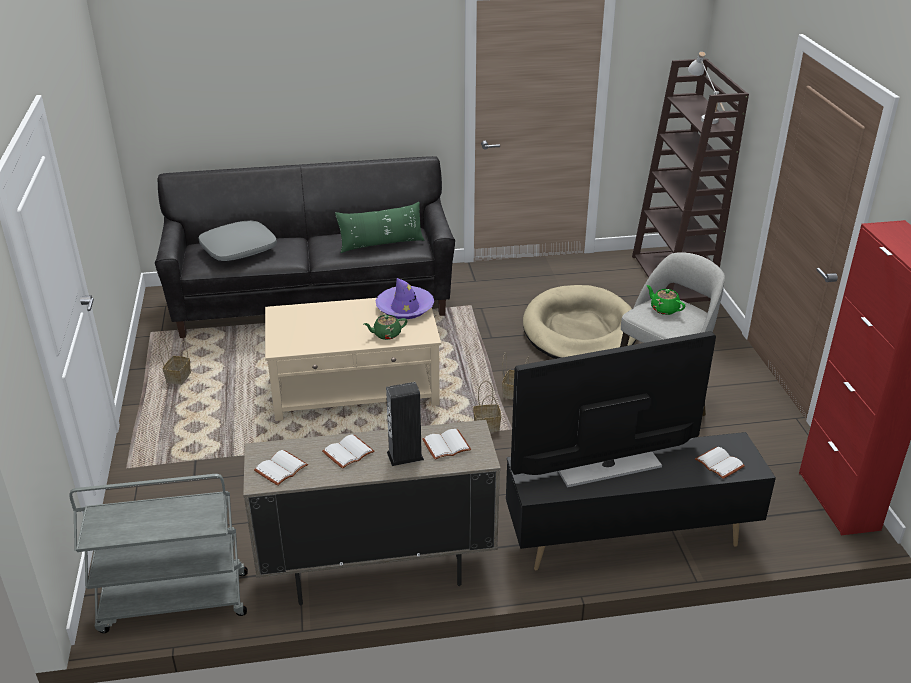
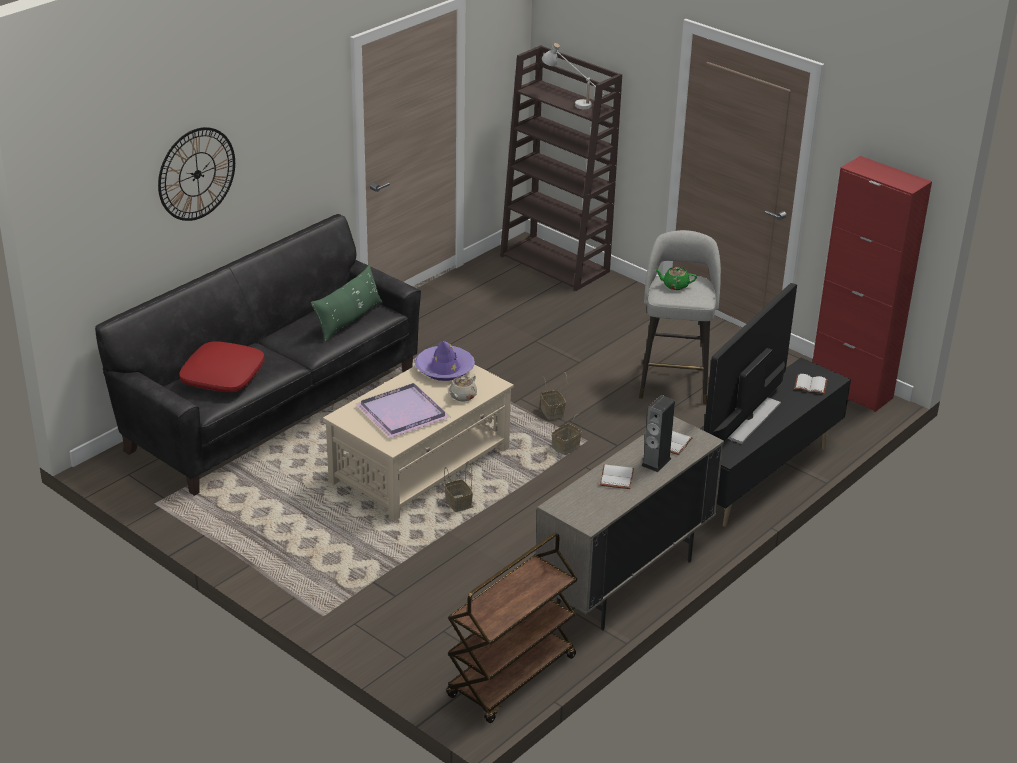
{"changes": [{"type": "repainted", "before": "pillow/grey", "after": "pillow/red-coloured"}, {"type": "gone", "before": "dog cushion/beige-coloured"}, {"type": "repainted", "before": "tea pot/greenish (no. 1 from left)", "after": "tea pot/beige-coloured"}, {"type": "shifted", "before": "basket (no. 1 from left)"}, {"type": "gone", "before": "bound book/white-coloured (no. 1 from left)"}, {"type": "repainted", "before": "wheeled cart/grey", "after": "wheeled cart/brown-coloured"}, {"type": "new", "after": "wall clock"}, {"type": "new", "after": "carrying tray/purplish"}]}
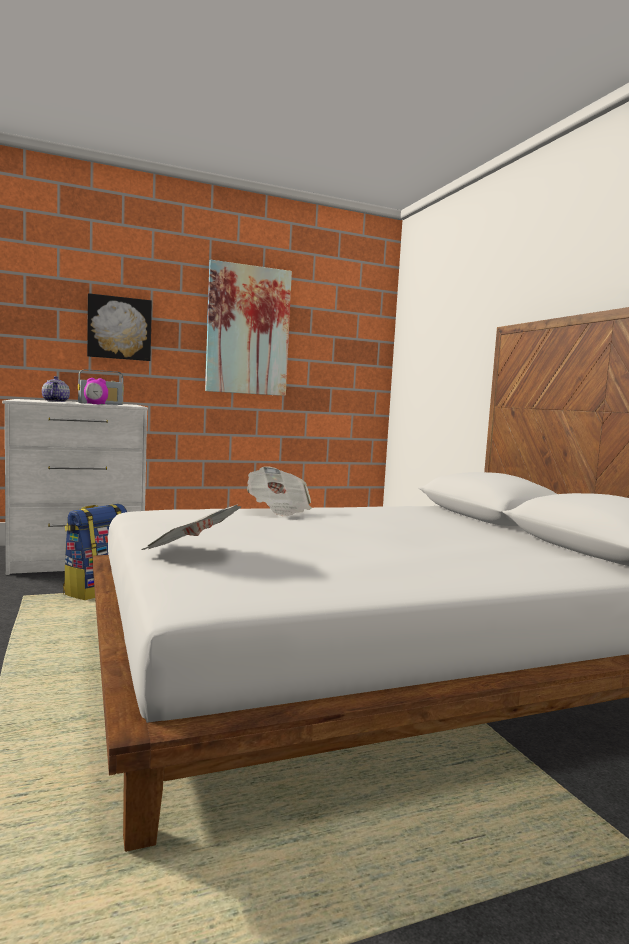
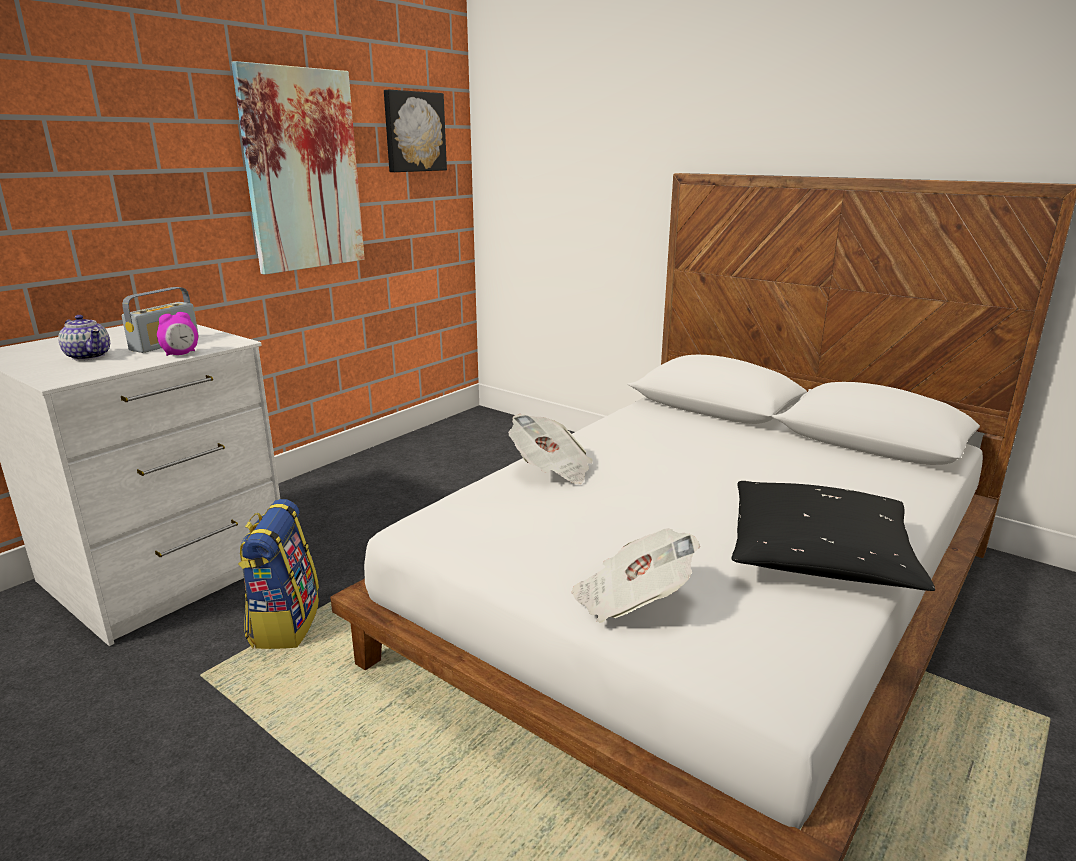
{"changes": [{"type": "shifted", "before": "picture (no. 1 from left in the first image)", "after": "picture (no. 2 from left)"}, {"type": "new", "after": "pillow/blackish"}]}
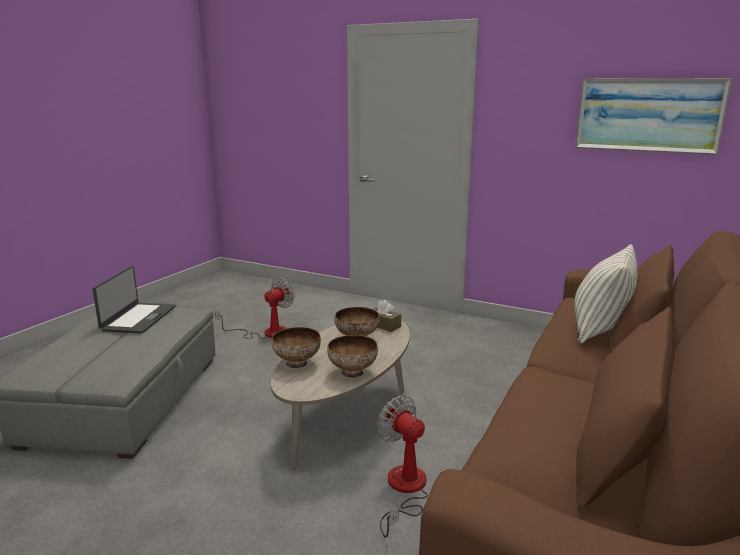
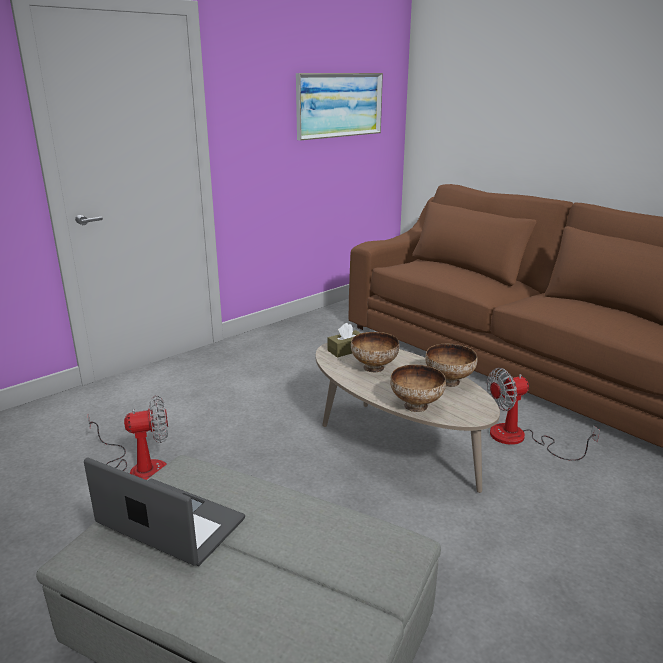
{"changes": [{"type": "gone", "before": "pillow"}, {"type": "rotated", "before": "fan (no. 1 from left)", "turn": 105}]}
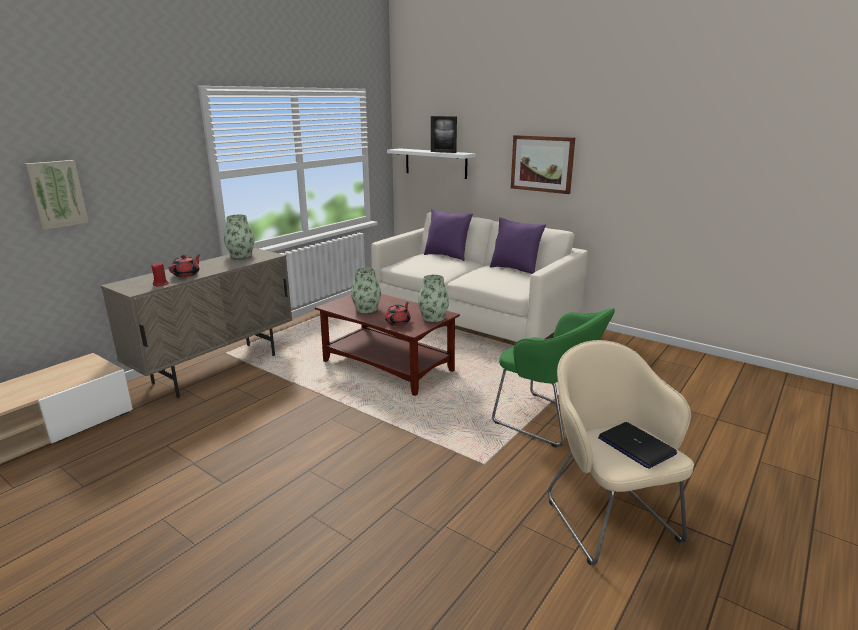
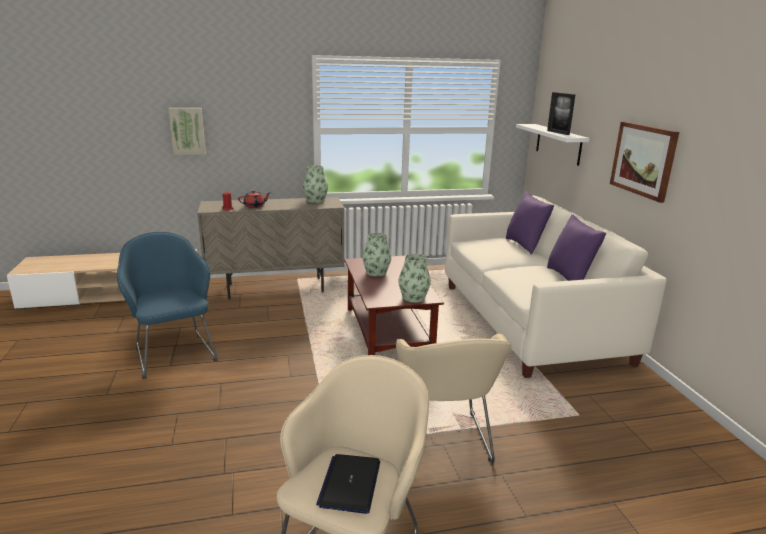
{"changes": [{"type": "gone", "before": "tea pot/red-coloured (no. 2 from left)"}, {"type": "repainted", "before": "armchair/greenish", "after": "armchair/beige-coloured (no. 2 from left)"}, {"type": "new", "after": "armchair/blue-coloured"}]}
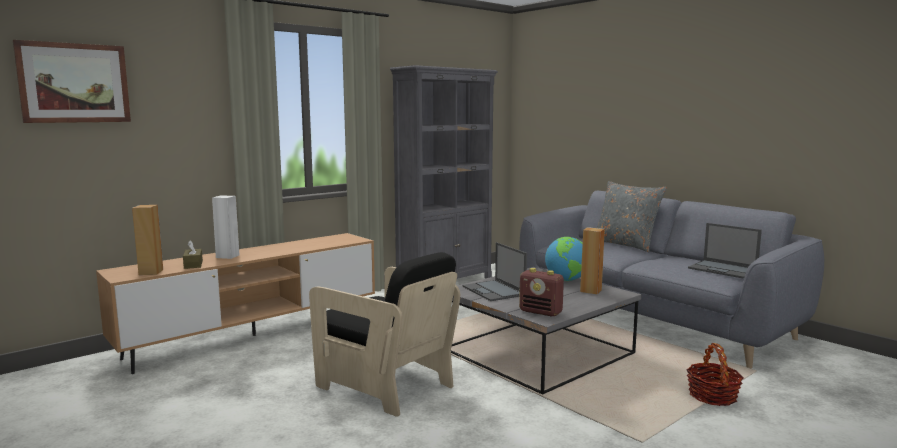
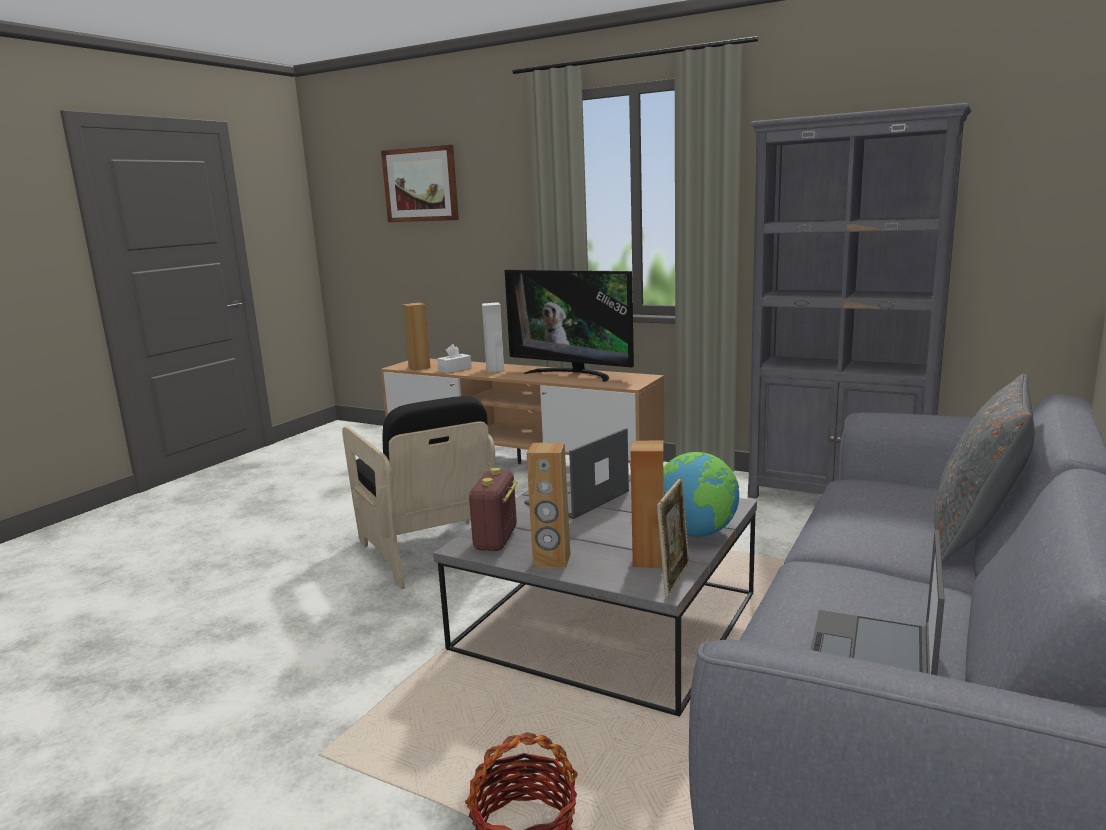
{"changes": [{"type": "repainted", "before": "tissue box/brown-coloured", "after": "tissue box/white-coloured"}, {"type": "rotated", "before": "armchair/blackish", "turn": -45}, {"type": "new", "after": "television"}, {"type": "new", "after": "speaker/brown-coloured (no. 2 from left)"}, {"type": "new", "after": "picture frame"}]}
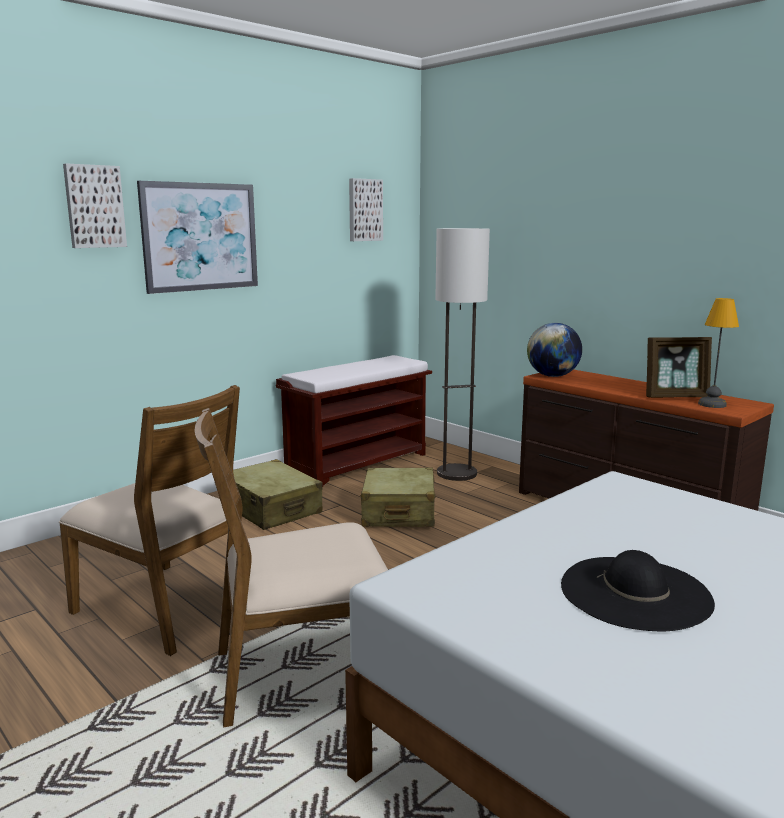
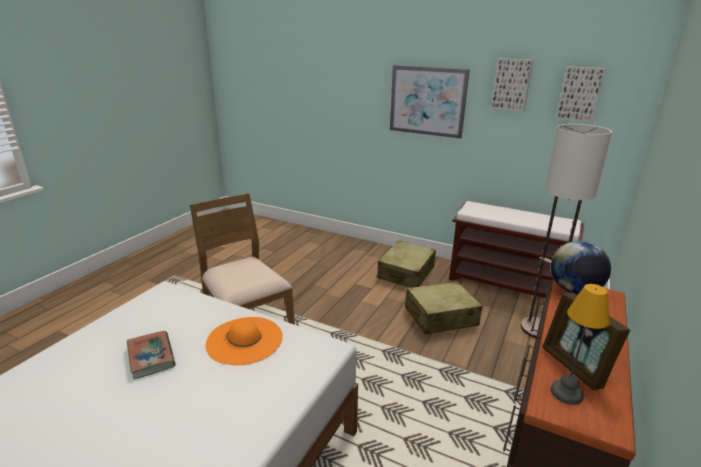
{"changes": [{"type": "shifted", "before": "picture (no. 1 from left in the first image)", "after": "picture (no. 2 from left)"}, {"type": "gone", "before": "plain chair/brown-coloured (no. 1 from left)"}, {"type": "swapped", "before": "clothing hat/blackish", "after": "bound book"}, {"type": "new", "after": "clothing hat/orange-coloured"}]}
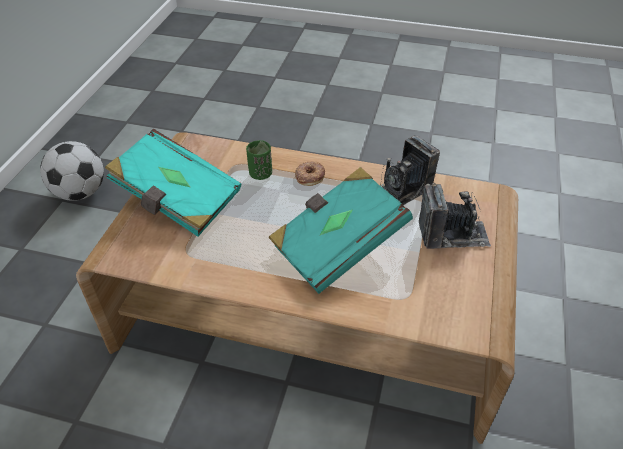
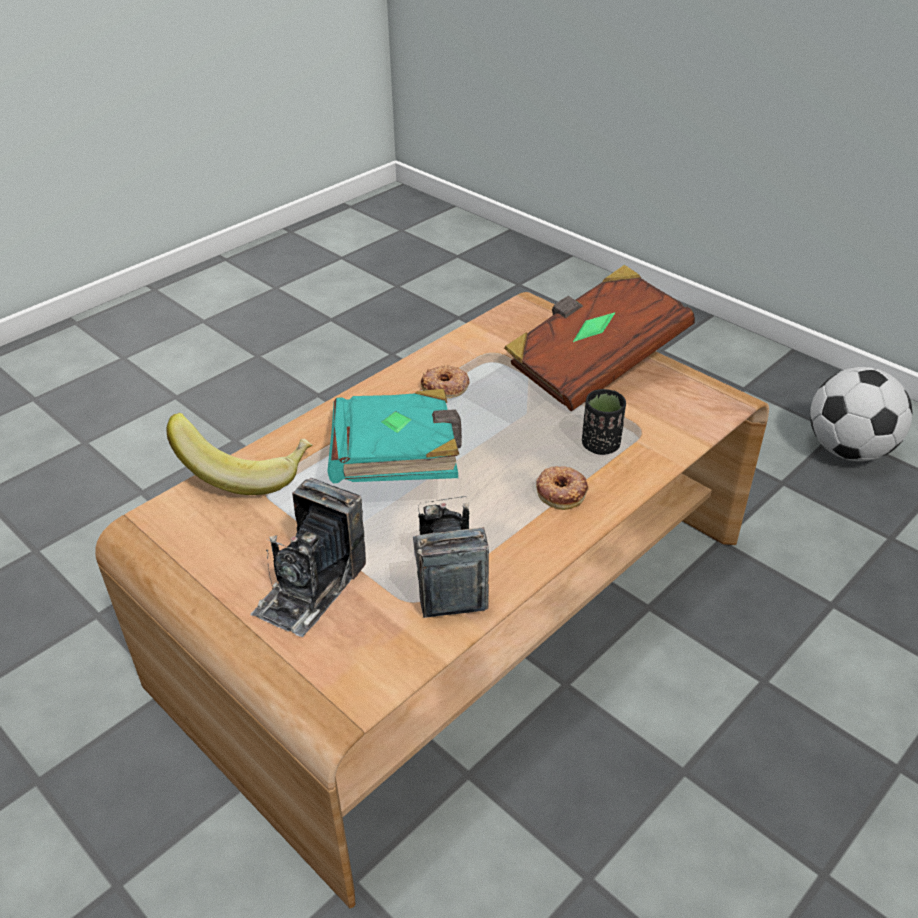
{"changes": [{"type": "repainted", "before": "bound book/turquoise (no. 1 from left)", "after": "bound book/brown-coloured"}, {"type": "repainted", "before": "cup/greenish", "after": "cup/blackish"}, {"type": "new", "after": "ring doughnut (no. 1 from left)"}, {"type": "new", "after": "whole banana"}]}
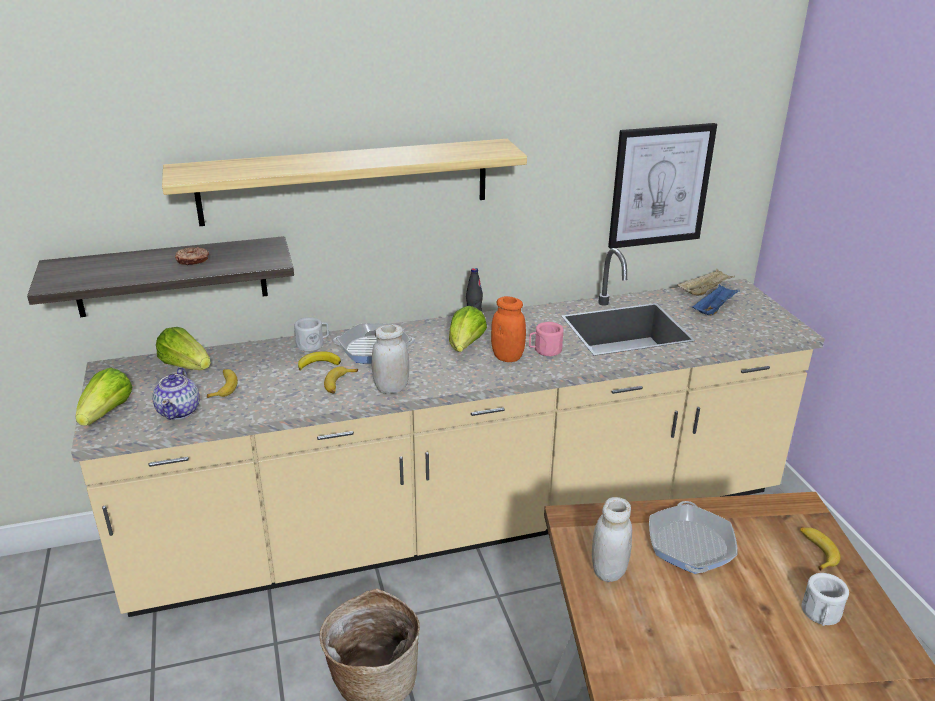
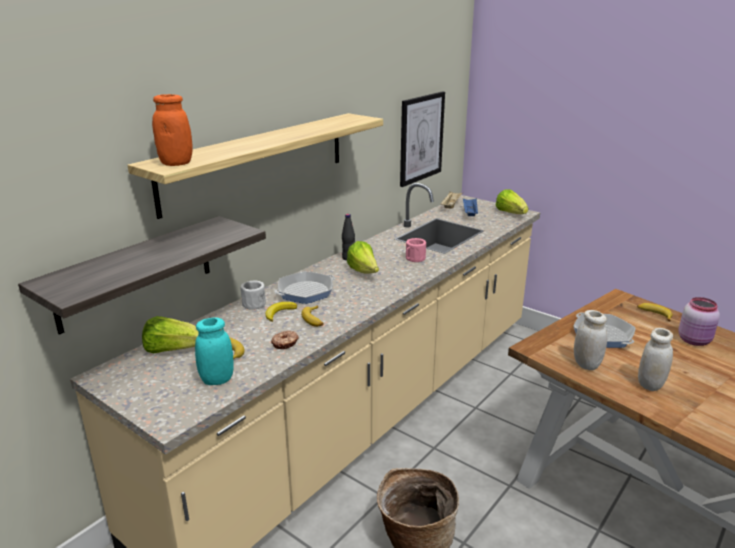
{"changes": [{"type": "shifted", "before": "ring doughnut"}, {"type": "shifted", "before": "jar/orange-coloured"}, {"type": "shifted", "before": "jar/white-coloured (no. 1 from left in the first image)", "after": "jar/white-coloured (no. 2 from left)"}, {"type": "shifted", "before": "lettuce head (no. 1 from left in the first image)", "after": "lettuce head (no. 3 from left)"}, {"type": "swapped", "before": "tea pot", "after": "jar/turquoise"}, {"type": "swapped", "before": "coffee mug/white-coloured (no. 2 from left)", "after": "jar/pink"}]}
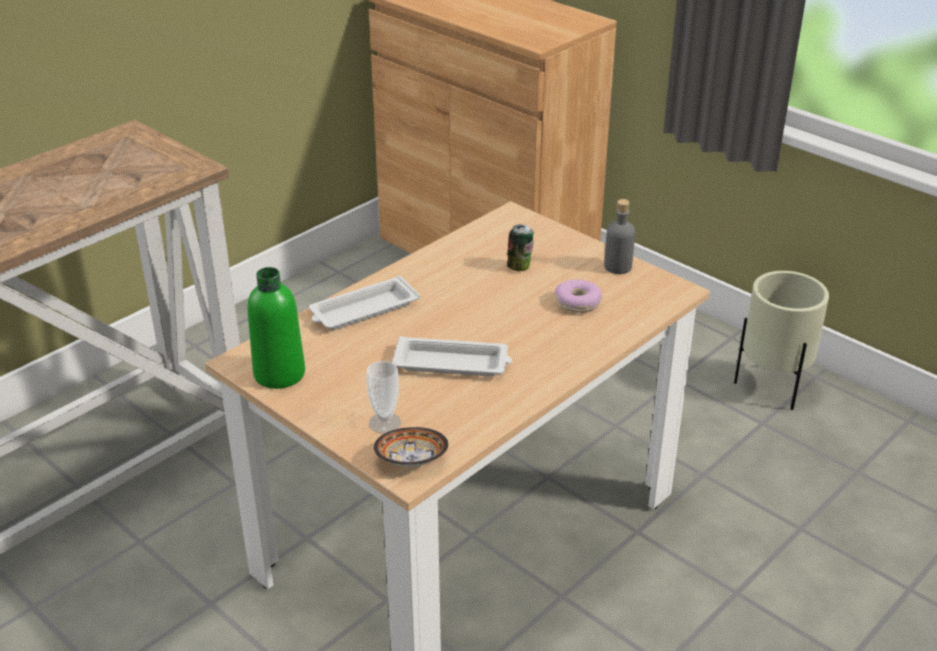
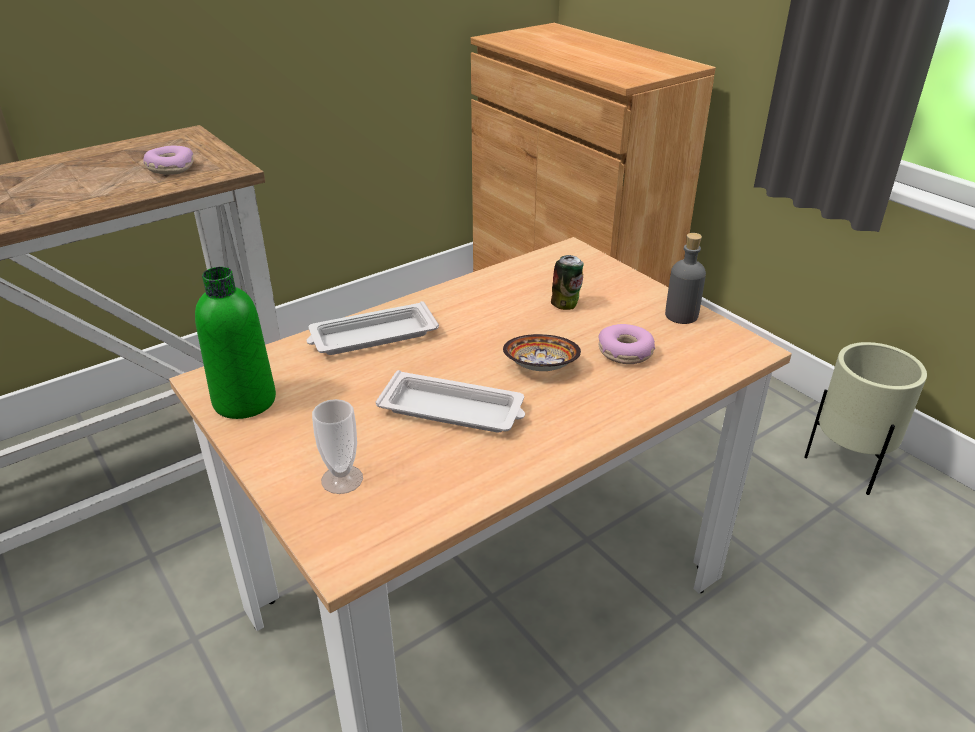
{"changes": [{"type": "shifted", "before": "deep dish"}, {"type": "new", "after": "ring doughnut (no. 1 from left)"}]}
